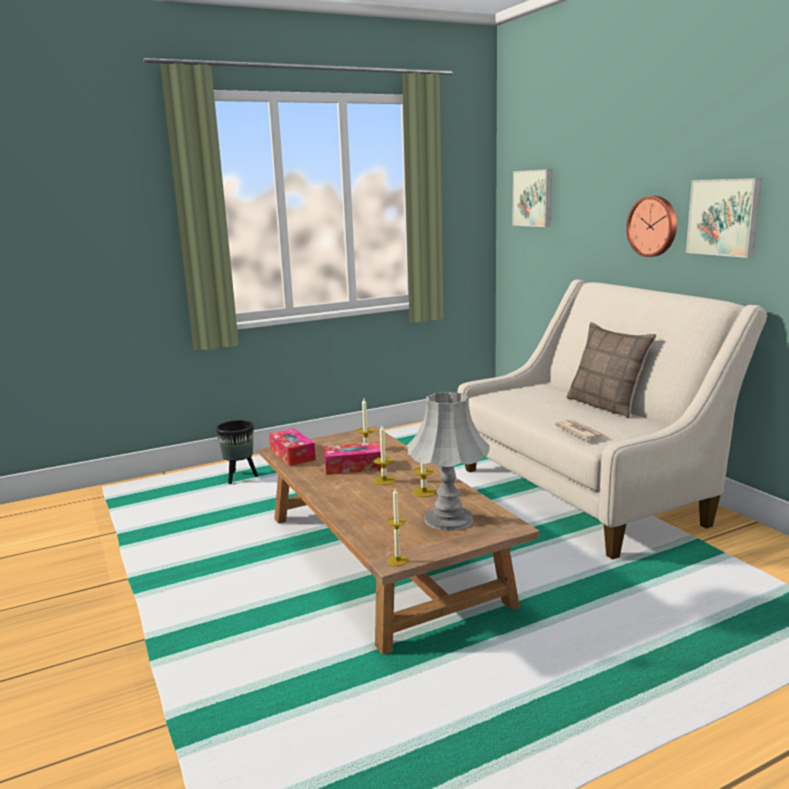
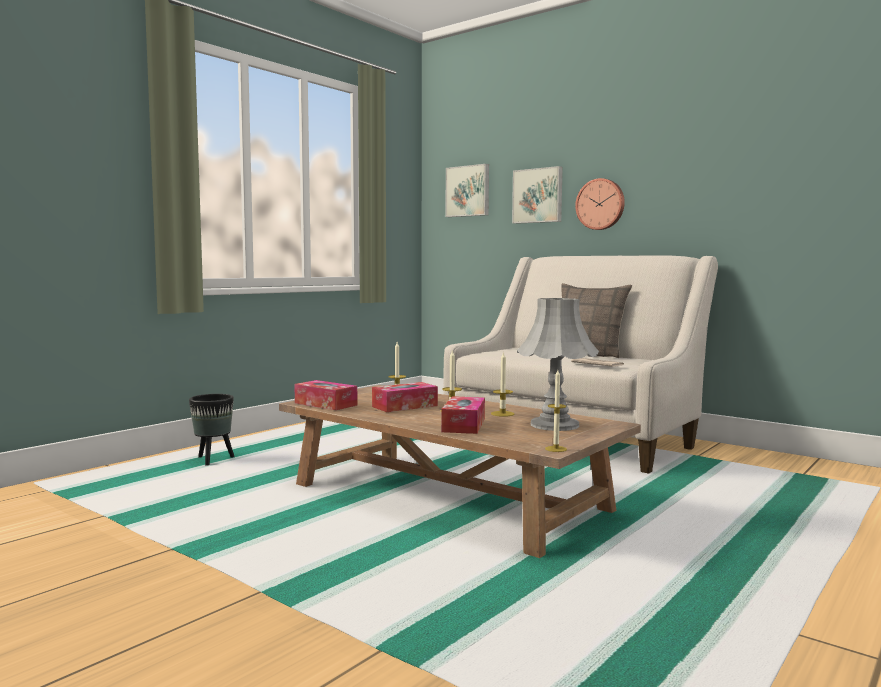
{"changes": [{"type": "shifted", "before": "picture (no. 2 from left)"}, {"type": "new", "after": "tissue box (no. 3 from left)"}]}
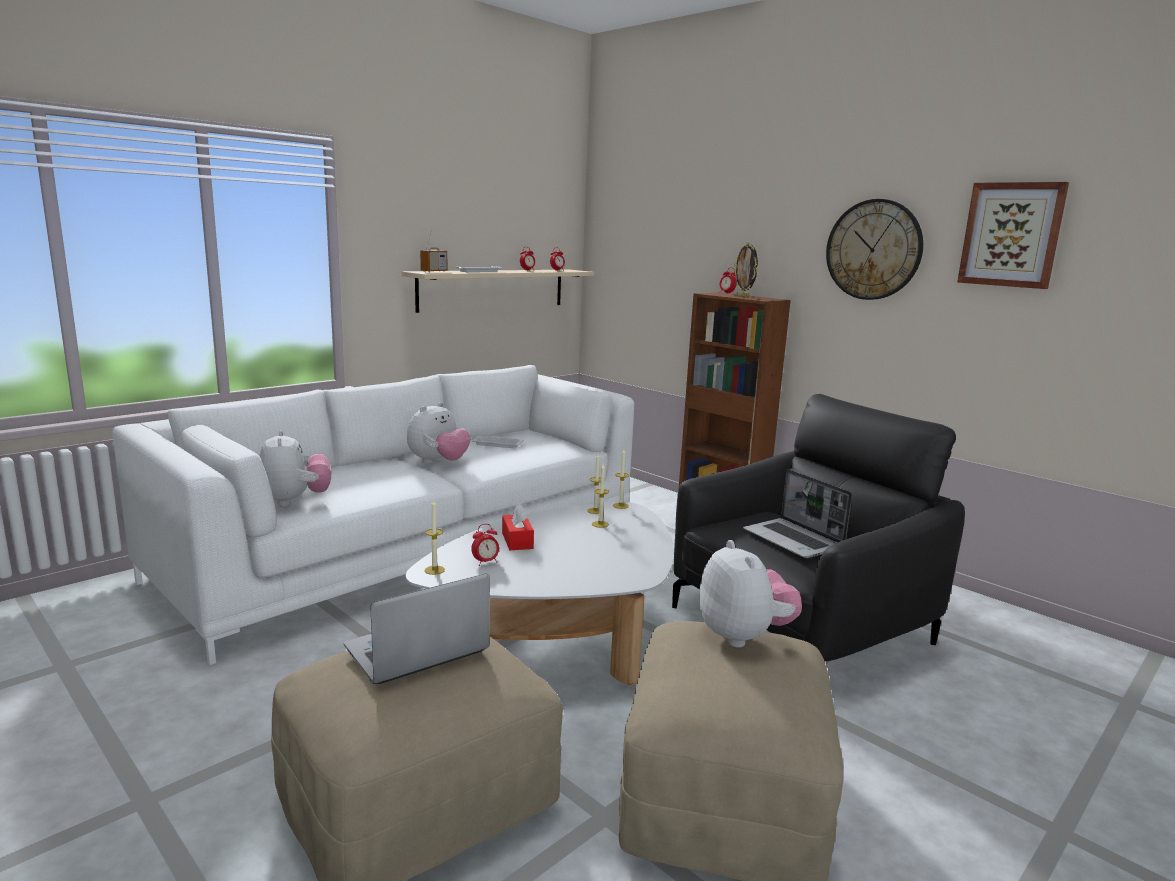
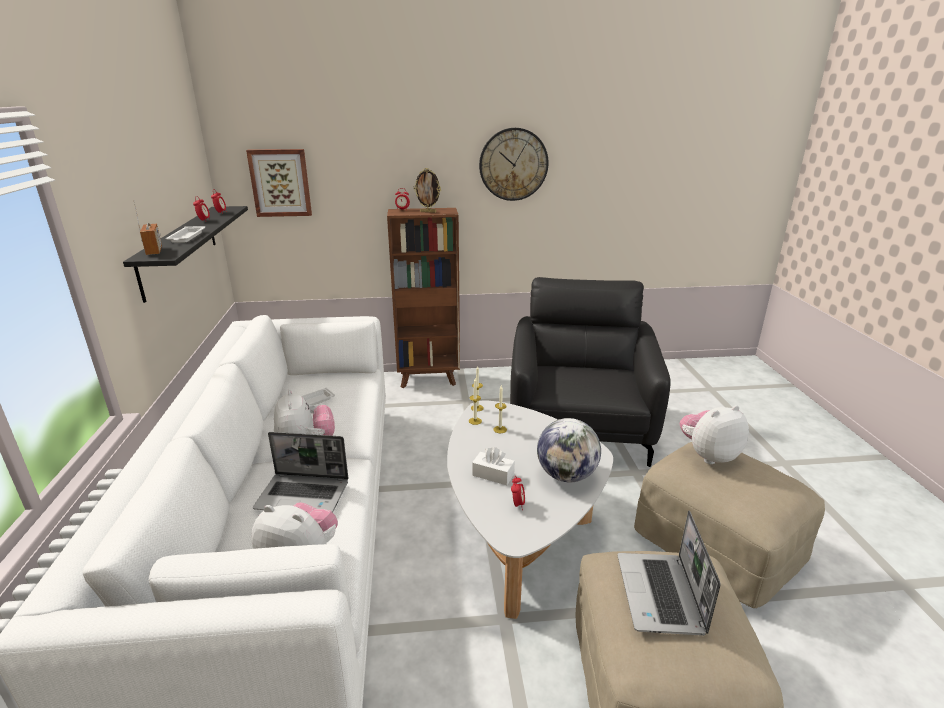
{"changes": [{"type": "shifted", "before": "picture"}, {"type": "repainted", "before": "wall shelf/beige-coloured", "after": "wall shelf/blackish"}, {"type": "shifted", "before": "notebook computer (no. 2 from left in the first image)", "after": "notebook computer (no. 1 from left)"}, {"type": "gone", "before": "wax light (no. 1 from left)"}, {"type": "repainted", "before": "tissue box/red-coloured", "after": "tissue box/white-coloured"}, {"type": "rotated", "before": "soft toy (no. 3 from left)", "turn": -45}, {"type": "new", "after": "world globe"}]}
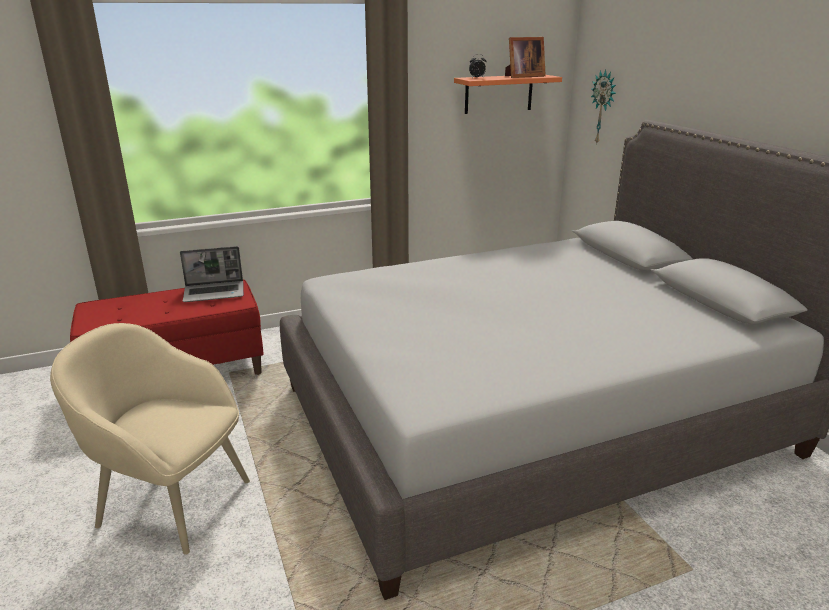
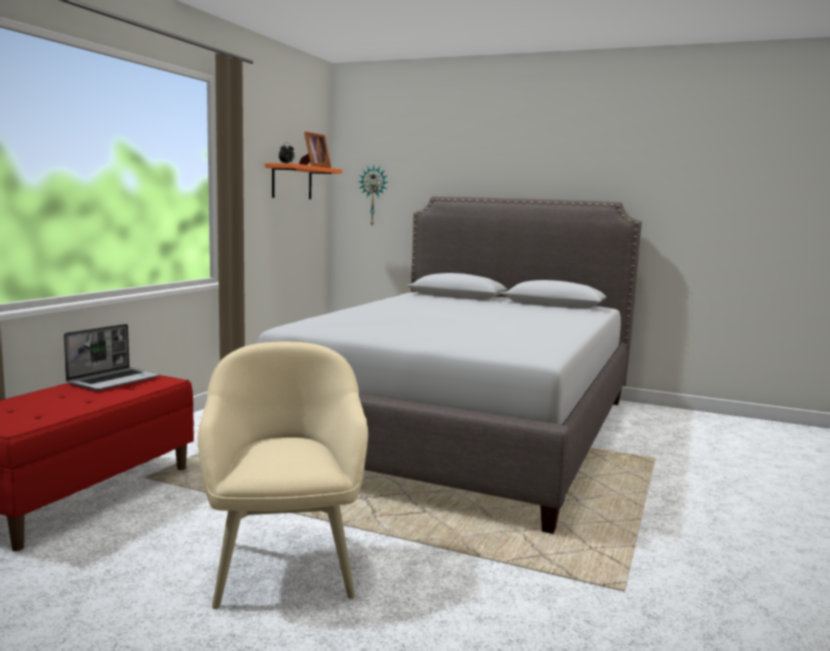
{"changes": [{"type": "rotated", "before": "armchair/beige-coloured", "turn": 105}]}
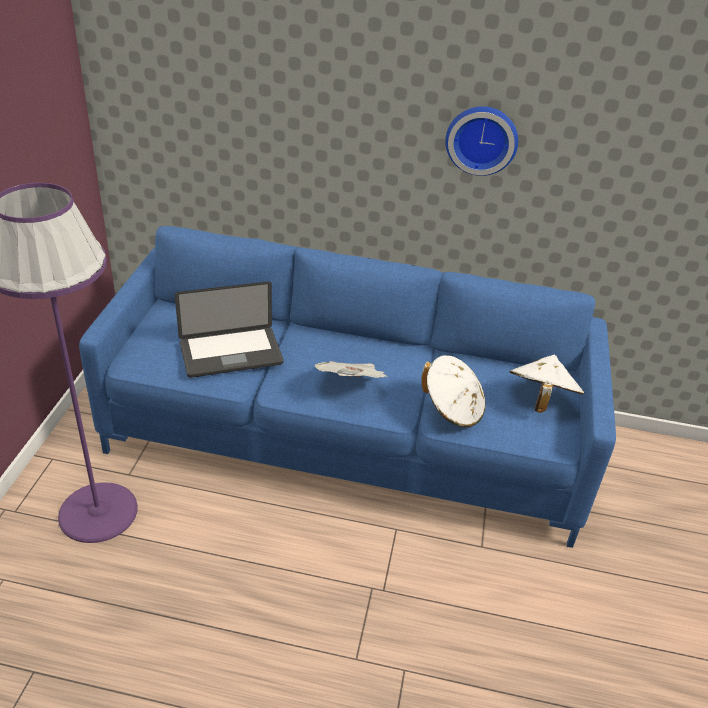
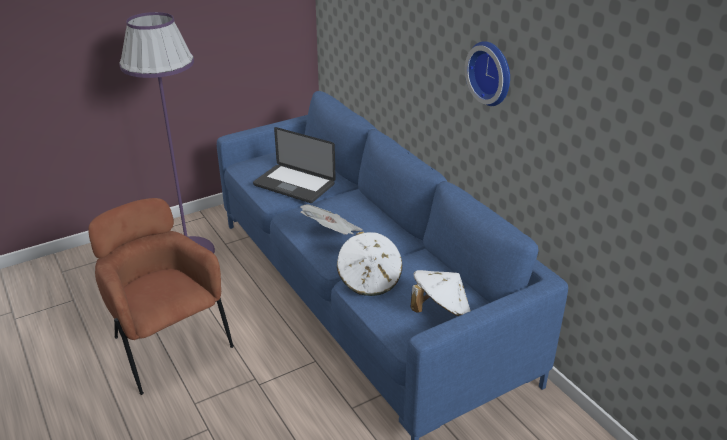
{"changes": [{"type": "new", "after": "armchair/brown-coloured"}]}
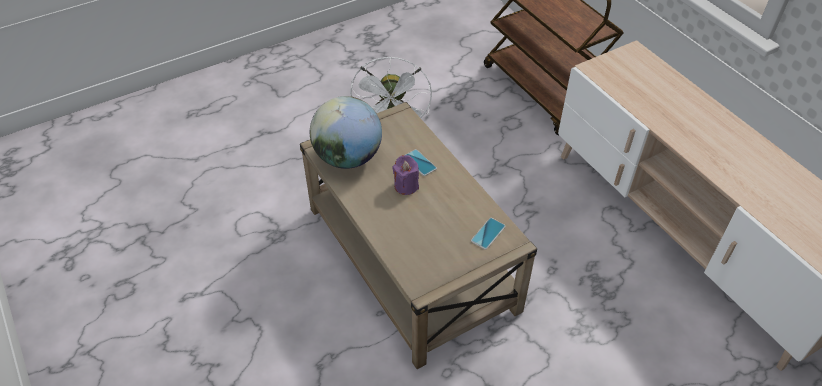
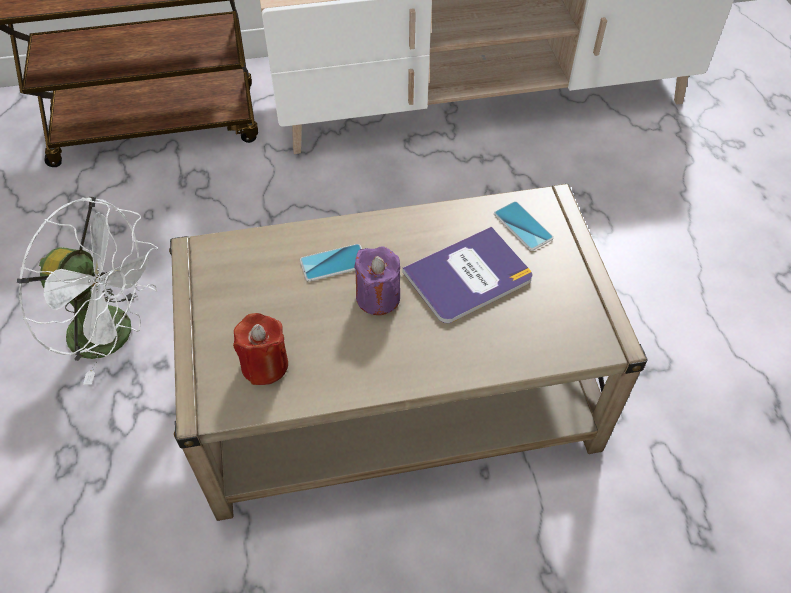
{"changes": [{"type": "swapped", "before": "world globe", "after": "wax light/red-coloured"}, {"type": "new", "after": "bound book"}]}
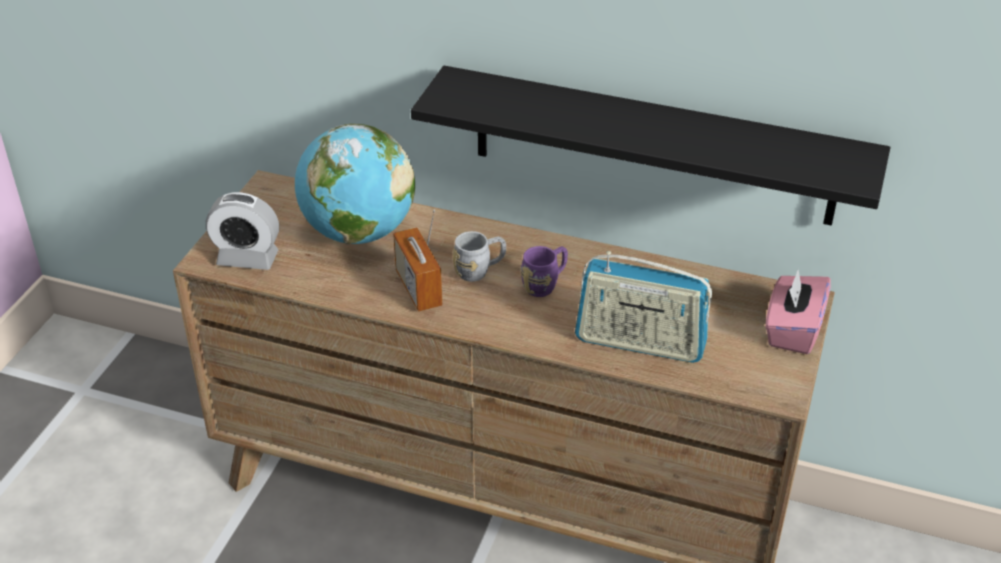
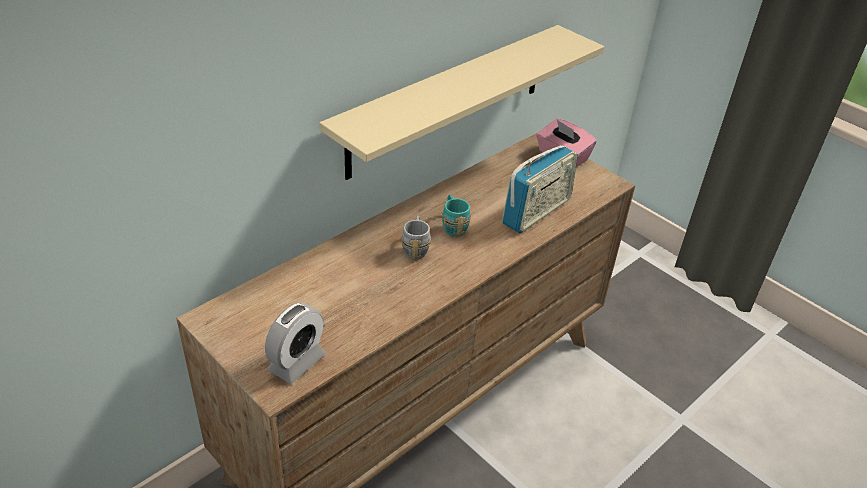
{"changes": [{"type": "repainted", "before": "wall shelf/blackish", "after": "wall shelf/beige-coloured"}, {"type": "gone", "before": "world globe"}, {"type": "gone", "before": "radio (no. 1 from left)"}, {"type": "repainted", "before": "coffee mug/purplish", "after": "coffee mug/turquoise"}]}
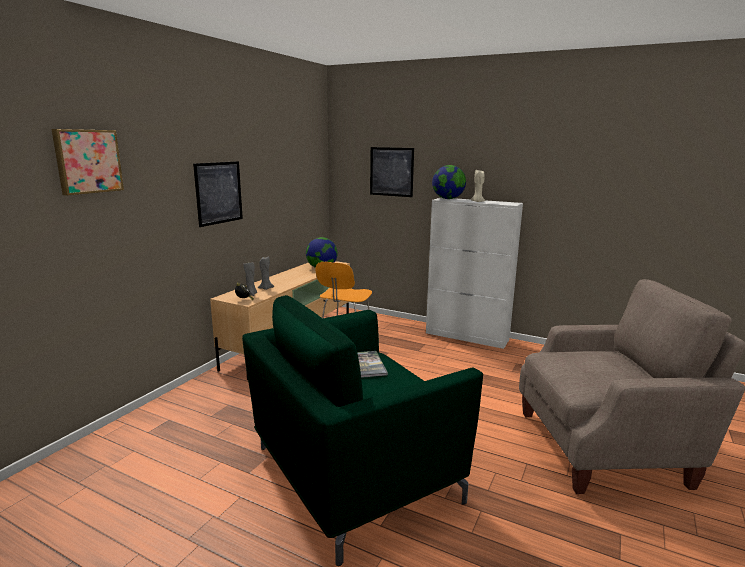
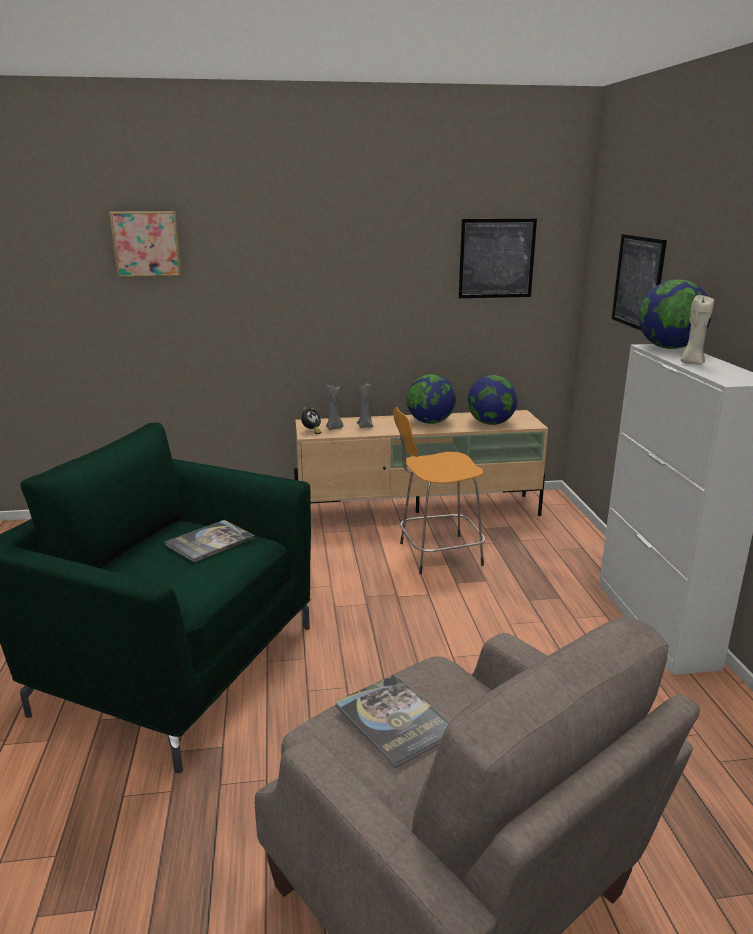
{"changes": [{"type": "shifted", "before": "picture (no. 2 from left)"}, {"type": "new", "after": "world globe (no. 1 from left)"}, {"type": "new", "after": "bound book (no. 2 from left)"}]}
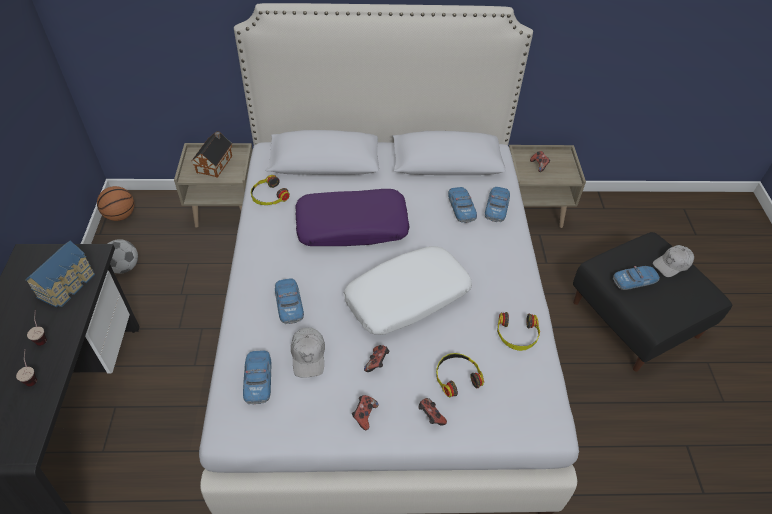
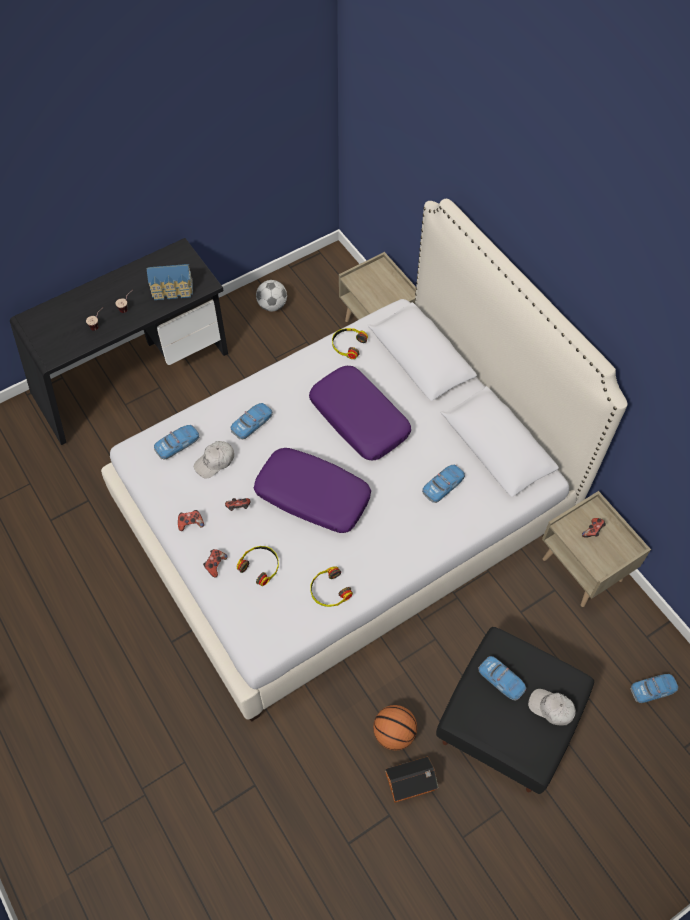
{"changes": [{"type": "shifted", "before": "miniature house (no. 2 from left)"}, {"type": "shifted", "before": "basketball ball"}, {"type": "shifted", "before": "toy car (no. 4 from left in the first image)", "after": "toy car (no. 5 from left)"}, {"type": "repainted", "before": "pillow/white-coloured", "after": "pillow/purplish (no. 1 from left)"}]}
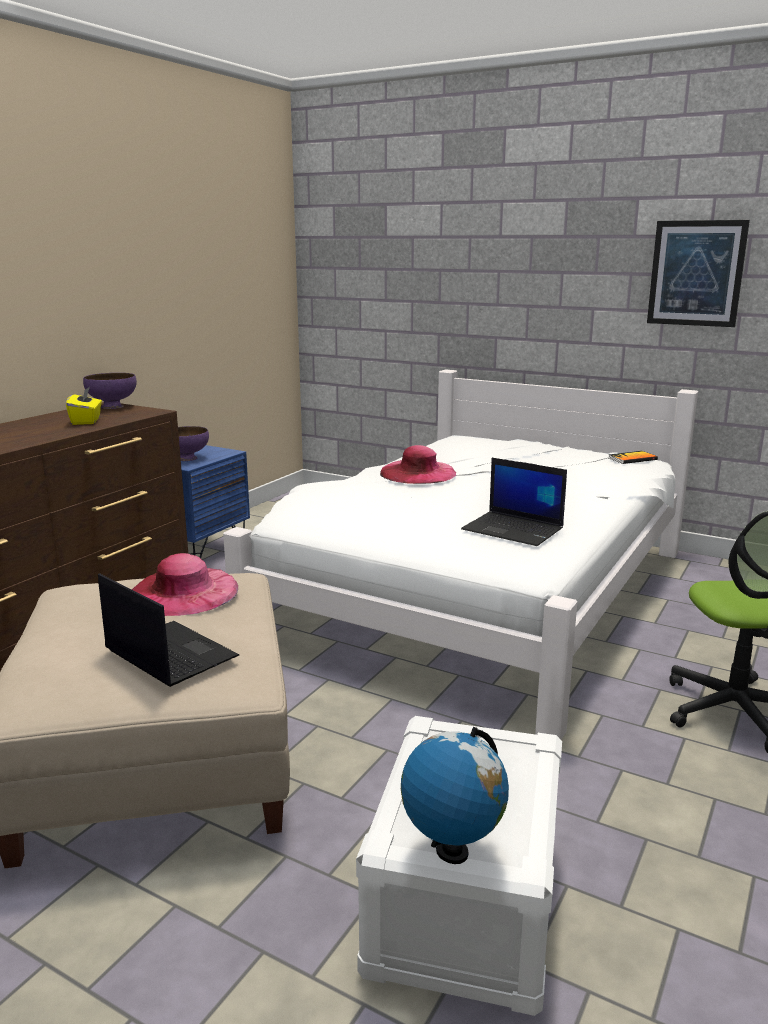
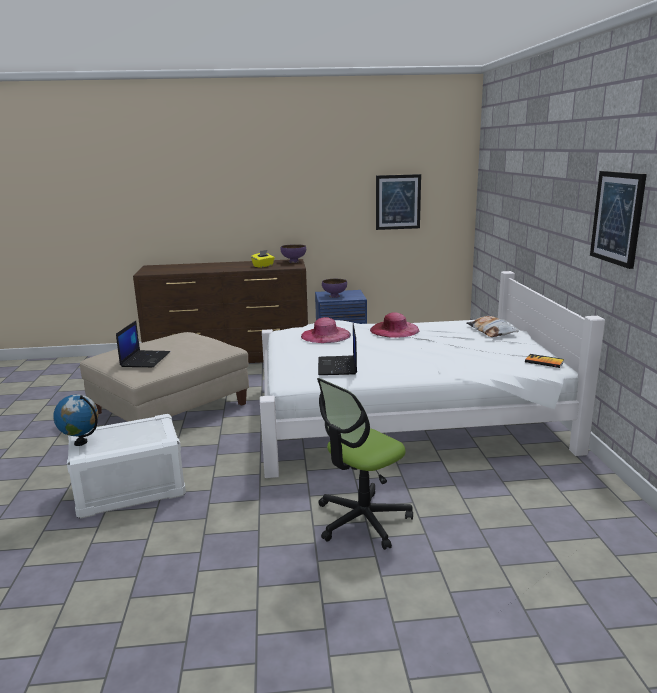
{"changes": [{"type": "shifted", "before": "clothing hat/pink (no. 1 from left)"}, {"type": "new", "after": "picture (no. 1 from left)"}, {"type": "new", "after": "pillow"}]}
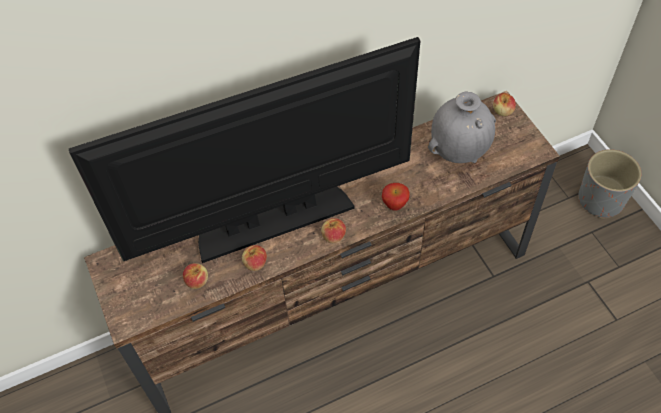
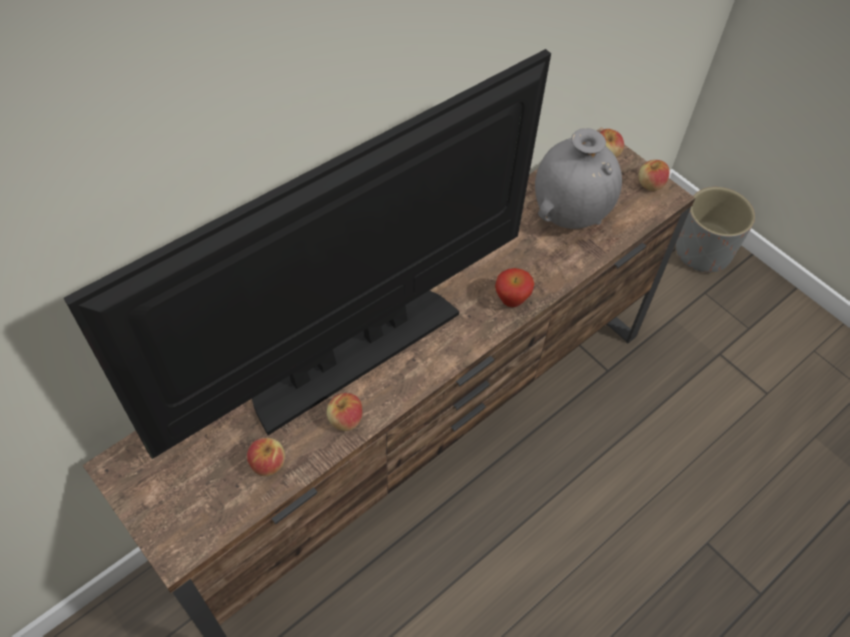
{"changes": [{"type": "shifted", "before": "whole apple (no. 3 from left in the first image)", "after": "whole apple (no. 5 from left)"}]}
